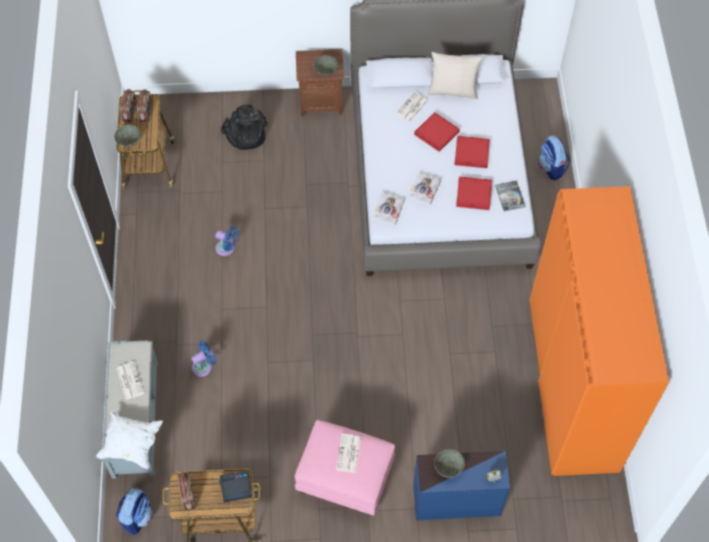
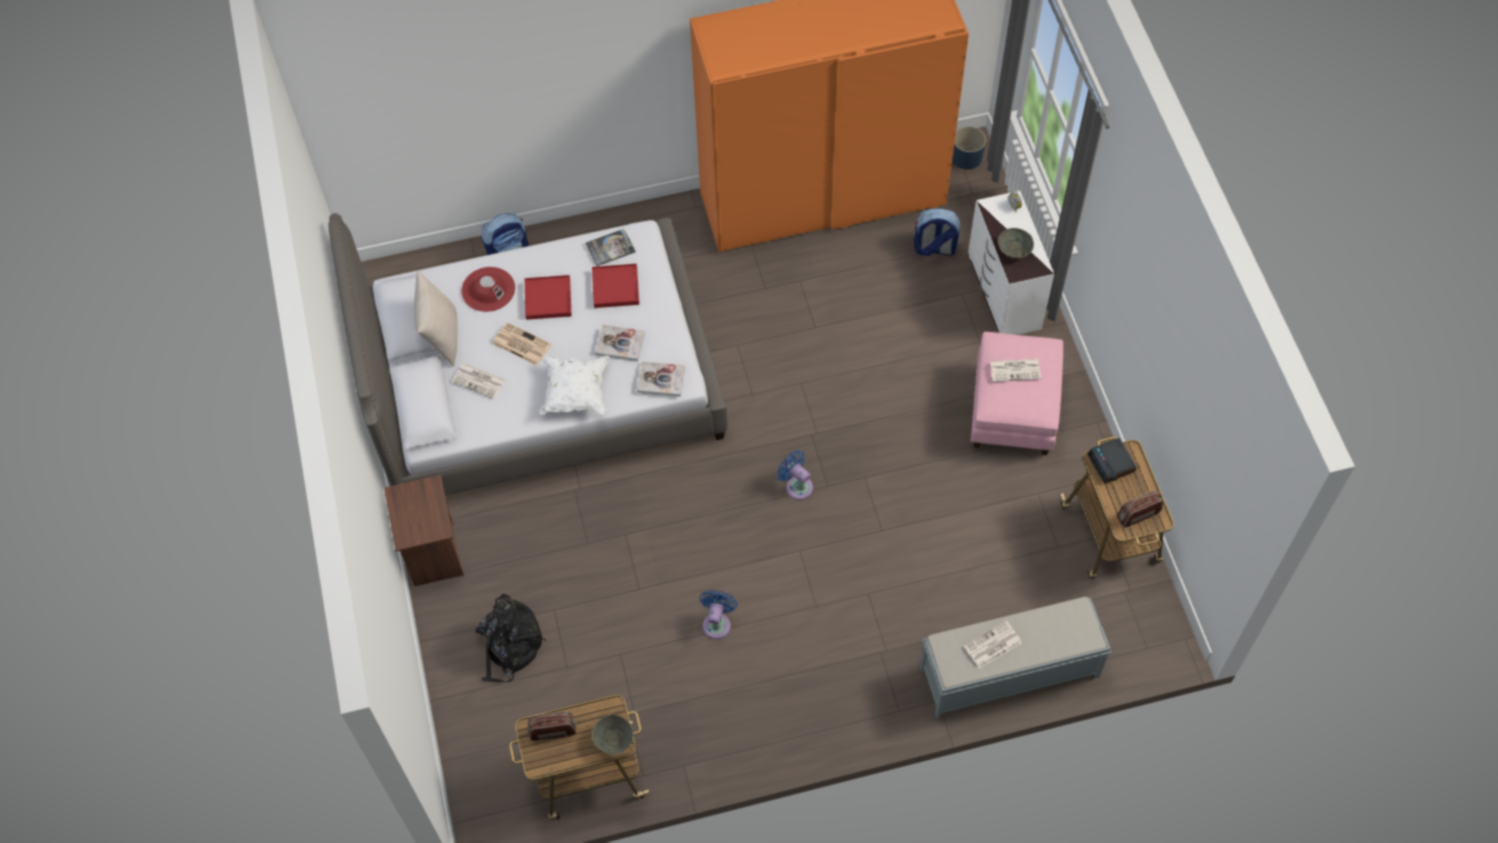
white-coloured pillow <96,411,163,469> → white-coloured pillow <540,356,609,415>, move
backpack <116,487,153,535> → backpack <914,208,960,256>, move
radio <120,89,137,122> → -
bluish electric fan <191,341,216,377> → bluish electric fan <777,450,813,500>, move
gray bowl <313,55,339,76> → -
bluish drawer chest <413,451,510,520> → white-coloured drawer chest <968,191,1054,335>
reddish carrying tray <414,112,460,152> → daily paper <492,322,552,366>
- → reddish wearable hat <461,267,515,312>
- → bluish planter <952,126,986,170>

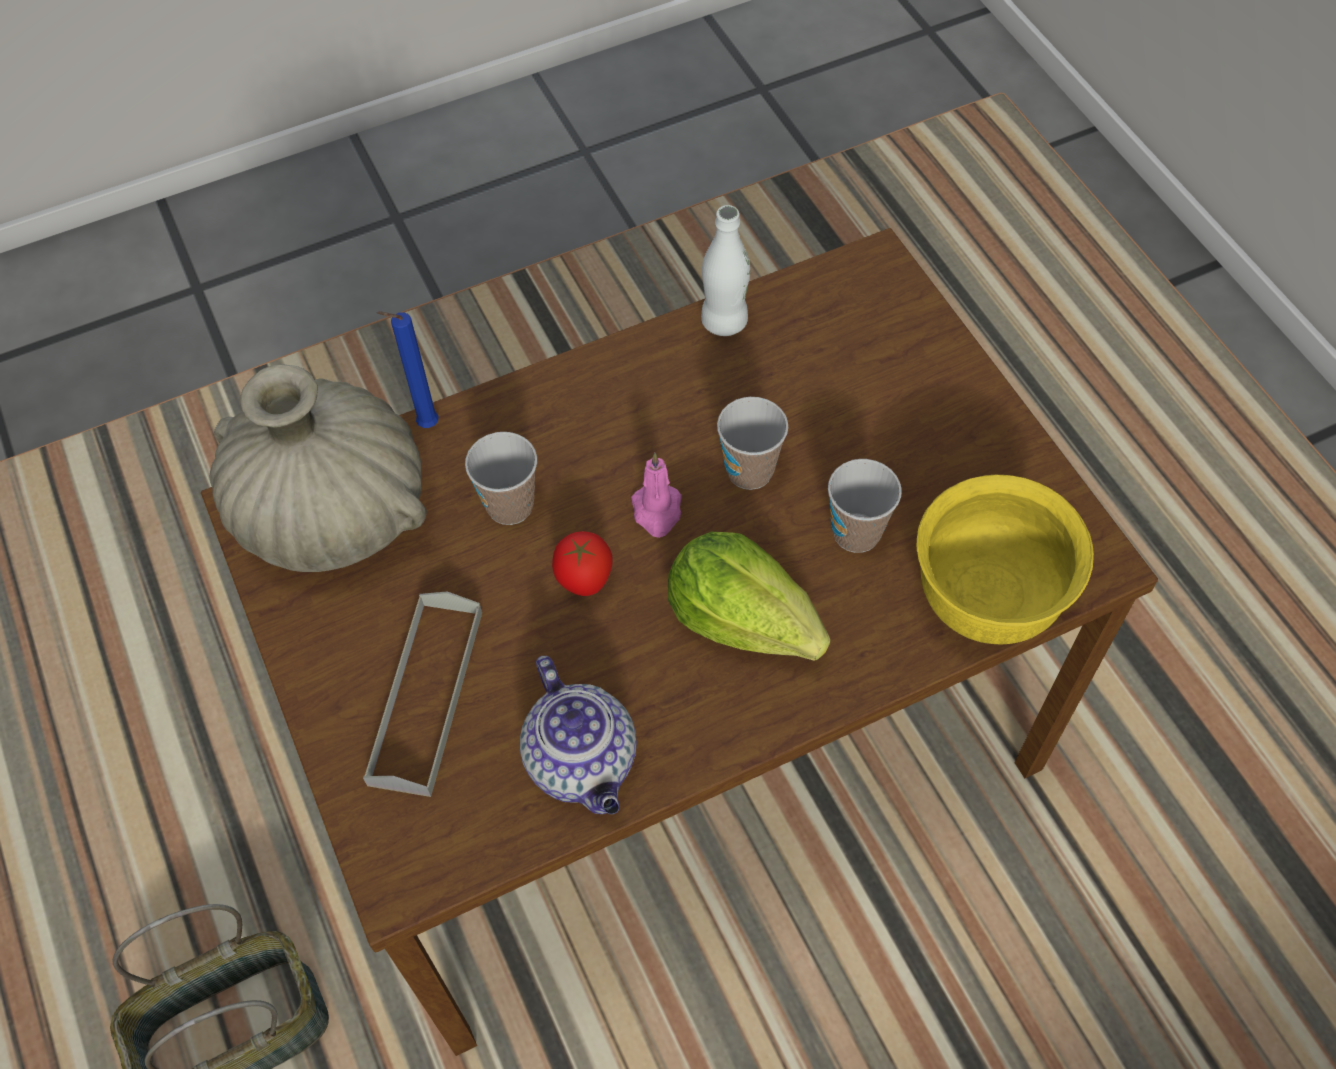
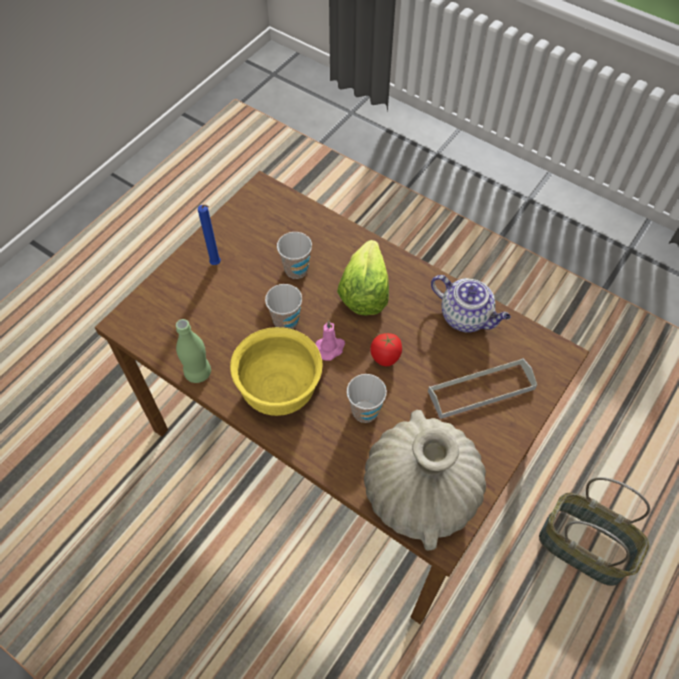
bluish wax light <377,311,439,428> → bluish wax light <198,204,221,265>, move
teapot <520,656,637,814> → teapot <431,275,511,333>, 90 degrees clockwise
white-coloured beverage bottle <701,205,750,336> → green-coloured beverage bottle <176,319,211,383>
yellowish bowl <917,475,1094,644> → yellowish bowl <230,327,323,416>, move

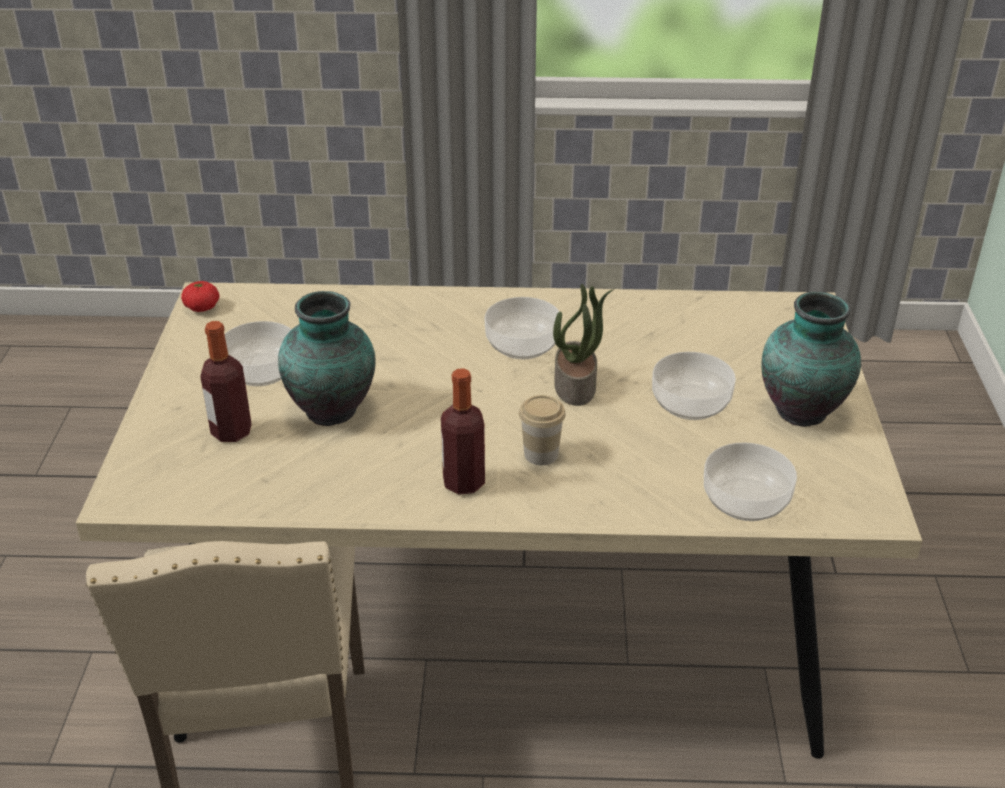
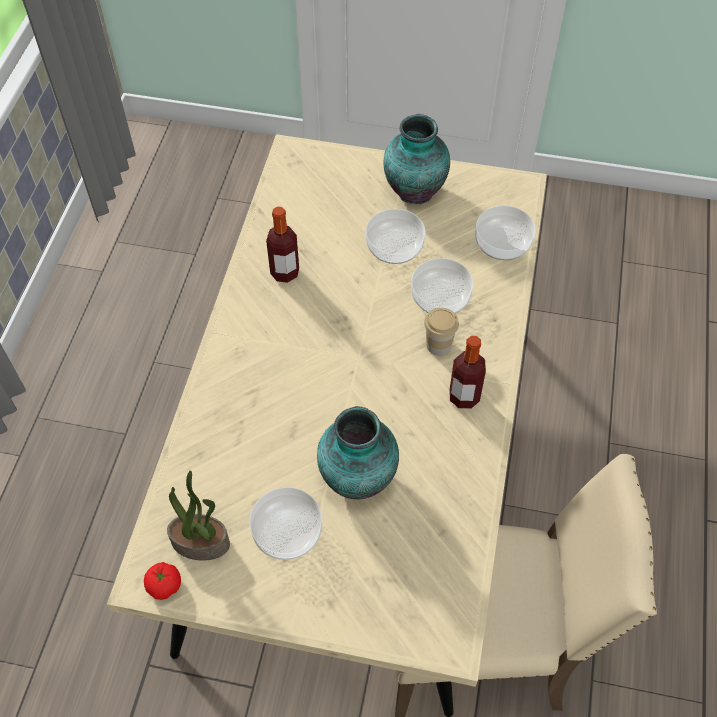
beverage bottle <200,321,252,442> → beverage bottle <266,207,299,283>, move
bowl <485,297,559,359> → bowl <411,258,473,313>, move
potted plant <553,284,614,406> → potted plant <167,470,230,561>, move

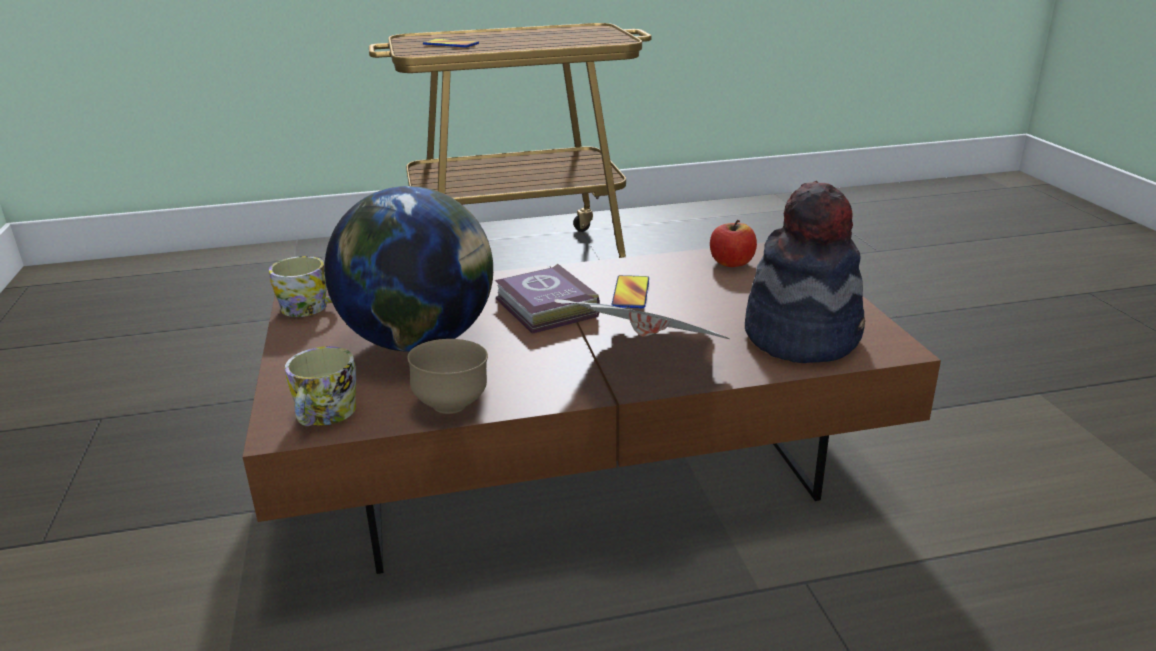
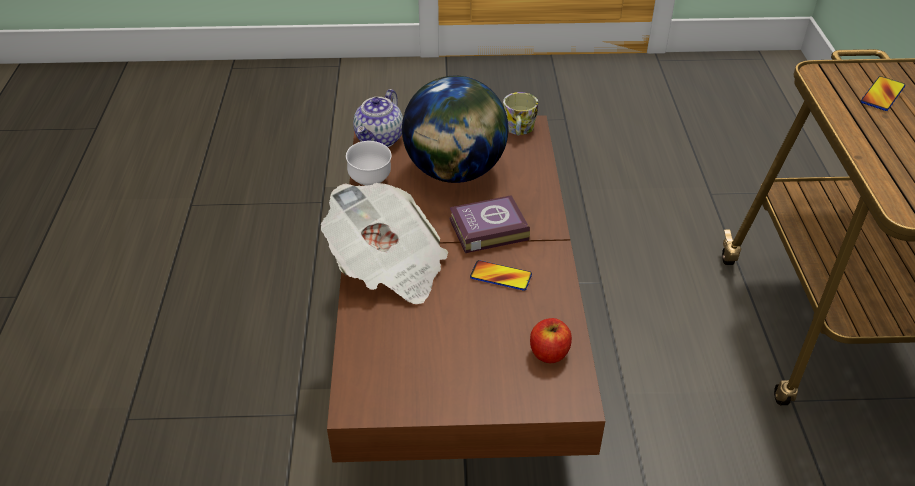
mug <285,346,356,426> → teapot <353,89,403,147>
brownish bowl <407,339,488,414> → white-coloured bowl <346,141,392,186>
wearable hat <745,181,865,363> → -

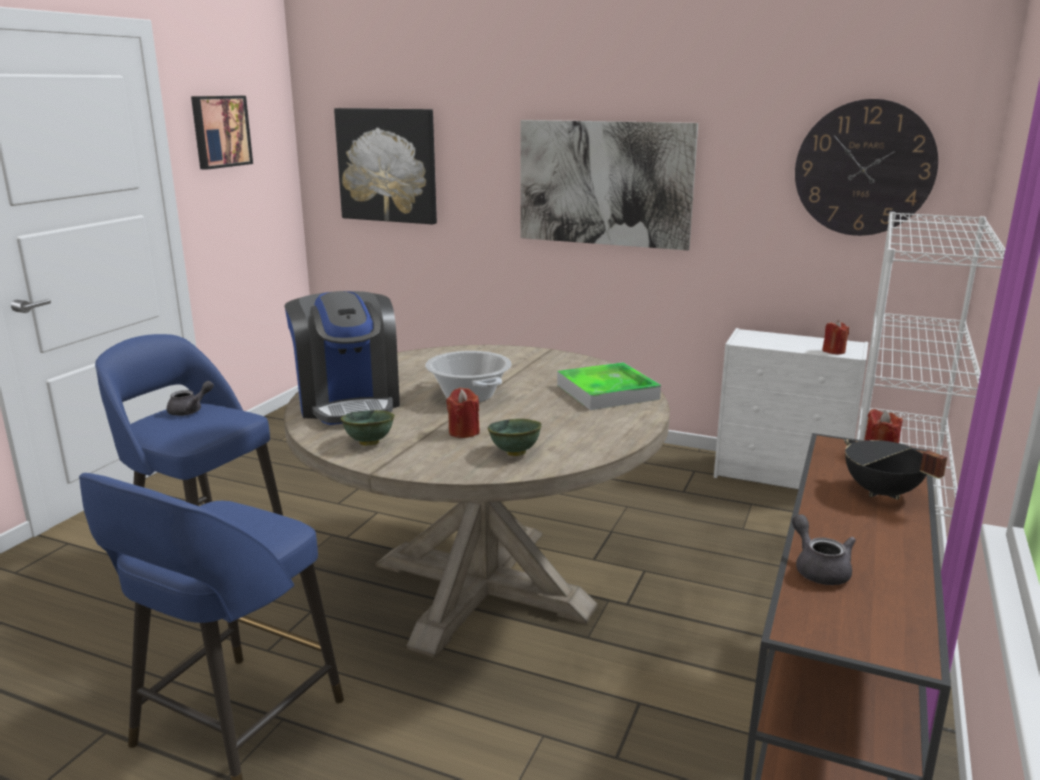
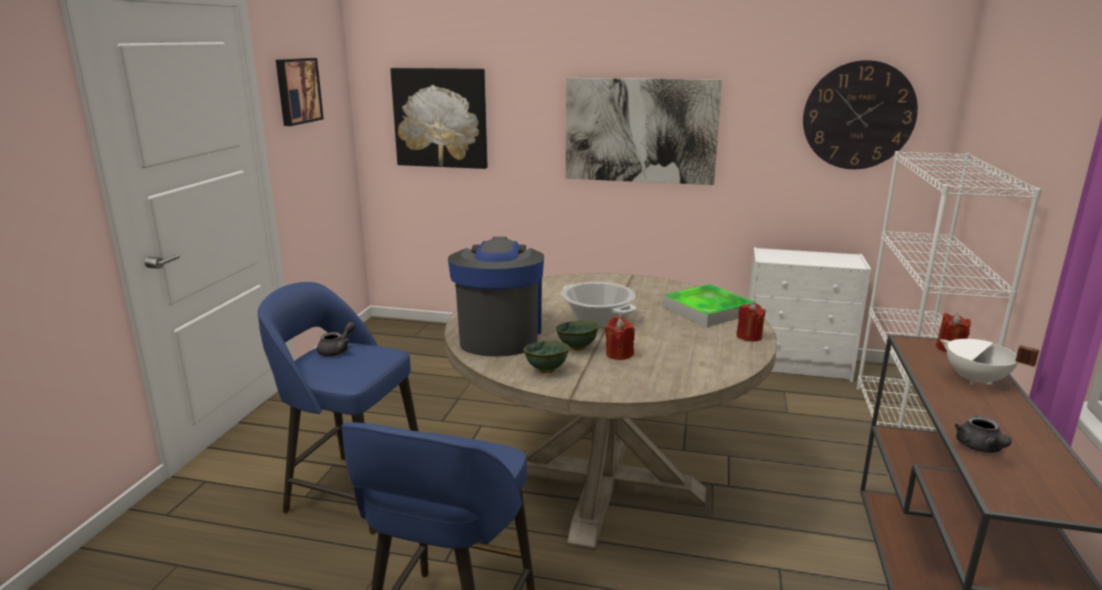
coffee brewer <284,291,400,425> → coffee brewer <448,236,544,357>, 150 degrees counterclockwise
green-coloured bowl <488,419,541,456> → green-coloured bowl <556,321,599,351>, move
gray teapot <792,514,856,585> → gray teapot <954,416,1012,453>, 150 degrees counterclockwise
reddish wax light <822,320,849,354> → reddish wax light <736,302,766,341>, move
black-coloured stockpot <844,439,947,500> → white-coloured stockpot <940,339,1039,385>

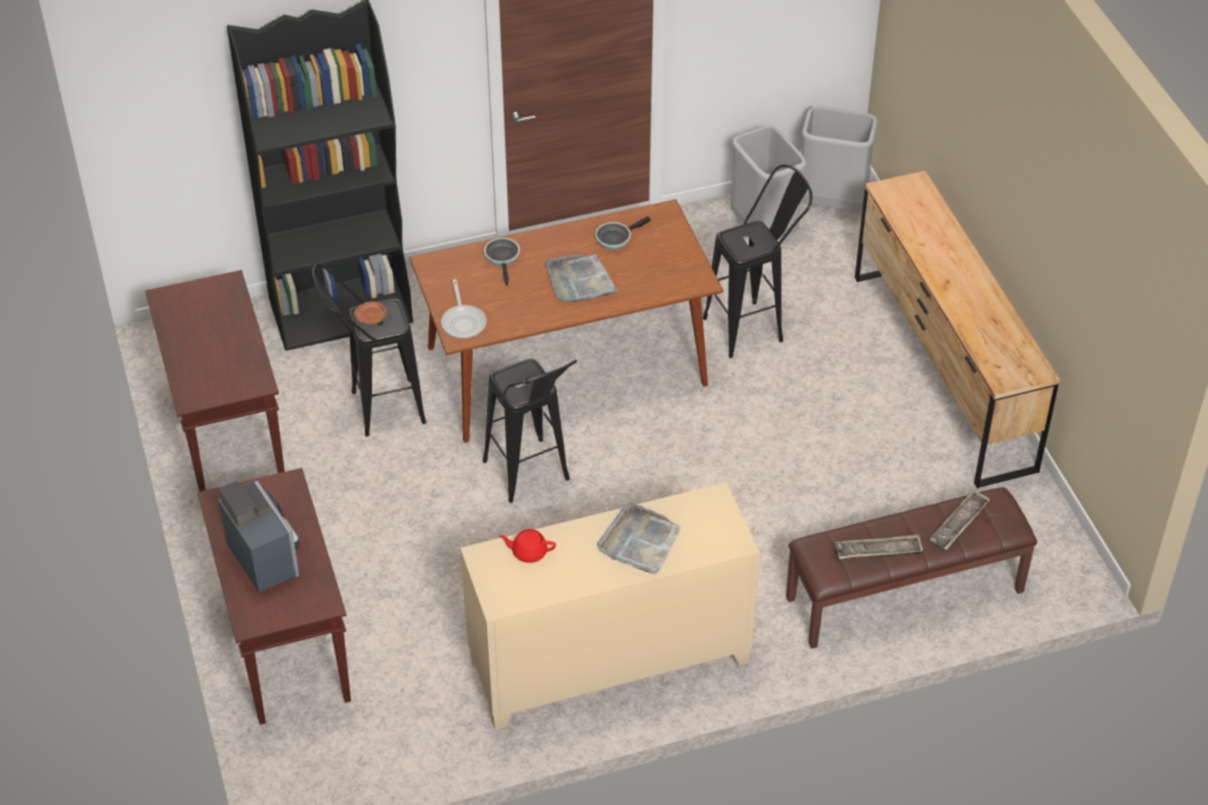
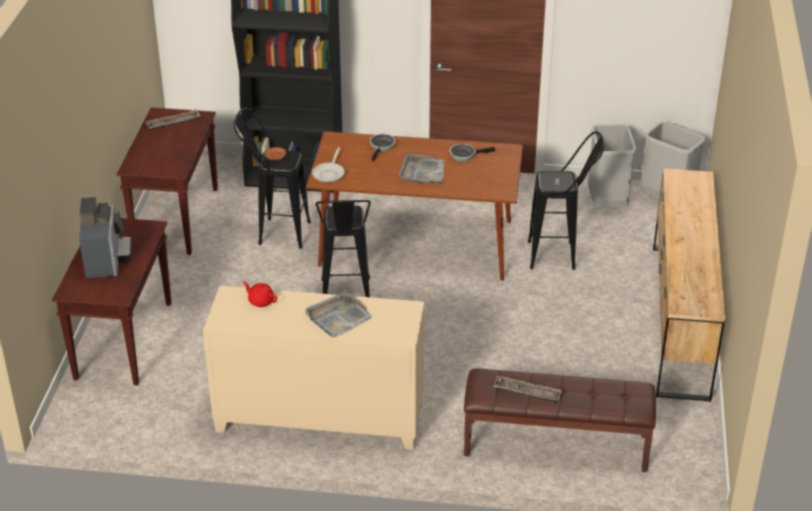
carrying tray <929,489,990,550> → carrying tray <146,109,201,130>, move

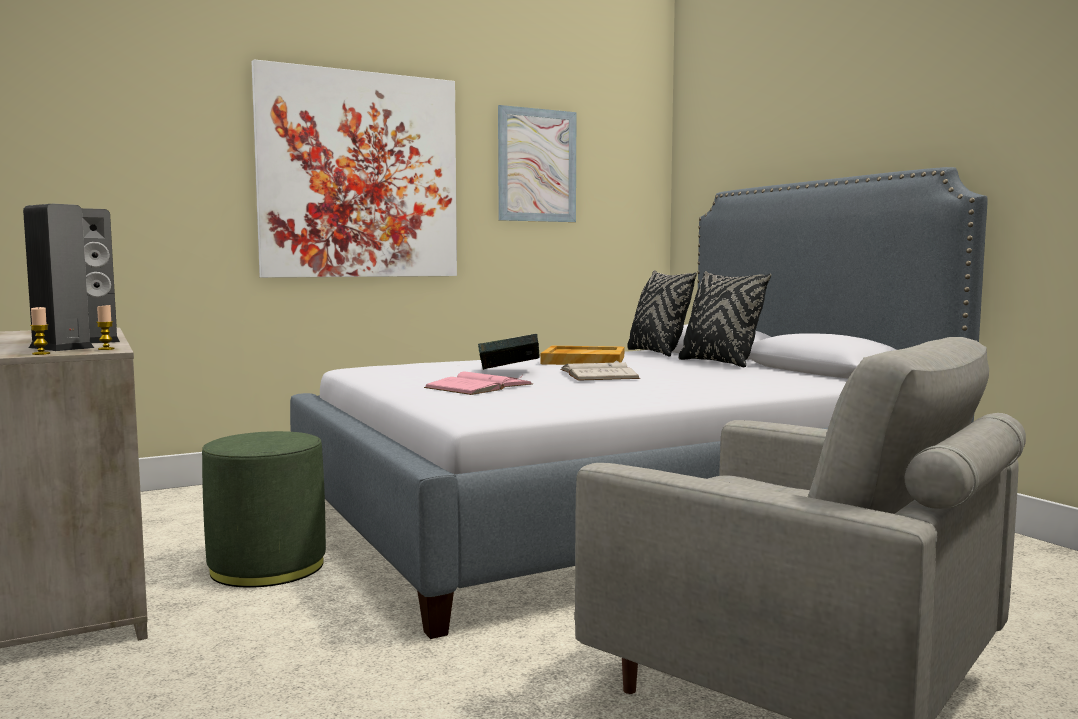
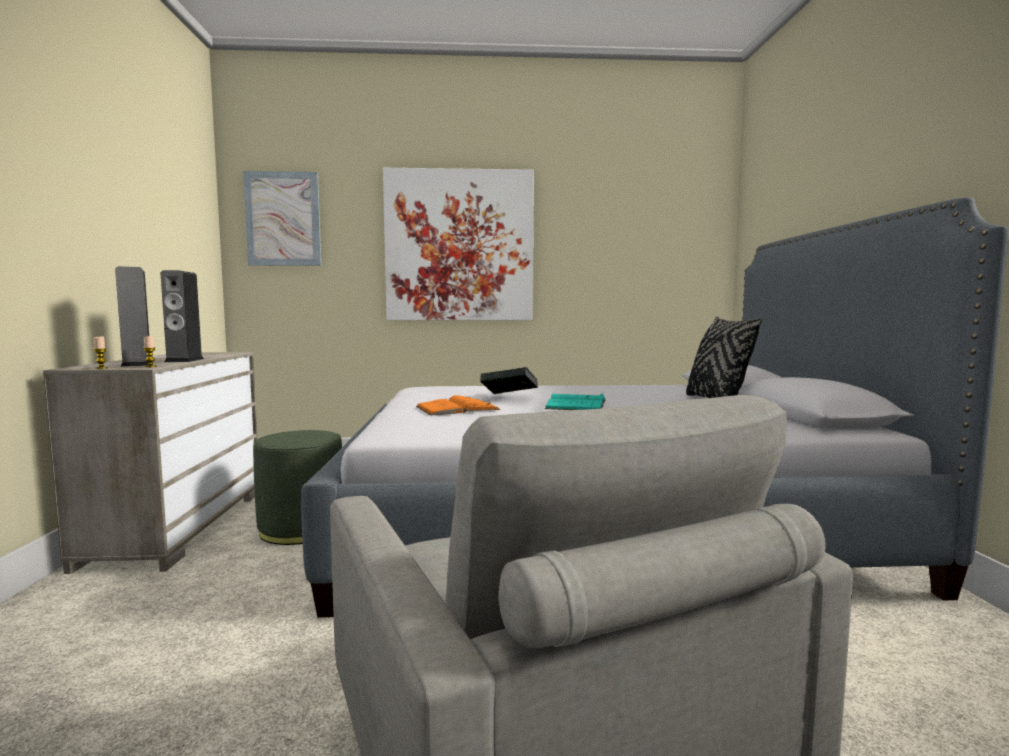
pink book <424,371,532,395> → orange book <416,395,501,416>
wall picture <498,105,576,222> → wall picture <243,171,321,266>, move
sand-coloured carrying tray <540,346,624,365> → -
white-coloured book <560,360,640,381> → turquoise book <544,393,606,410>
black-coloured pillow <627,270,697,357> → -

